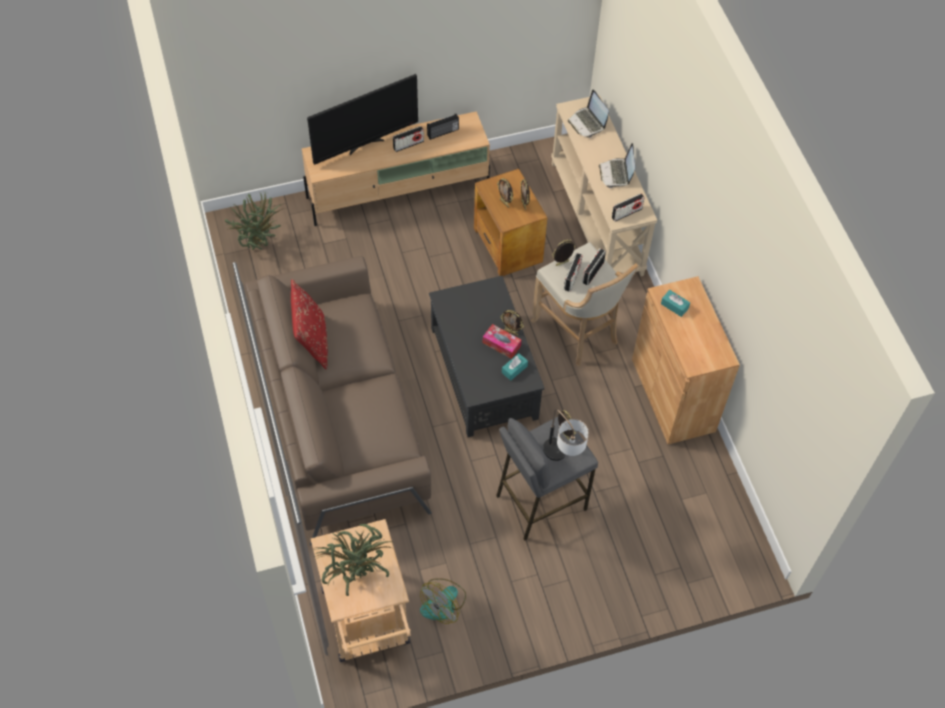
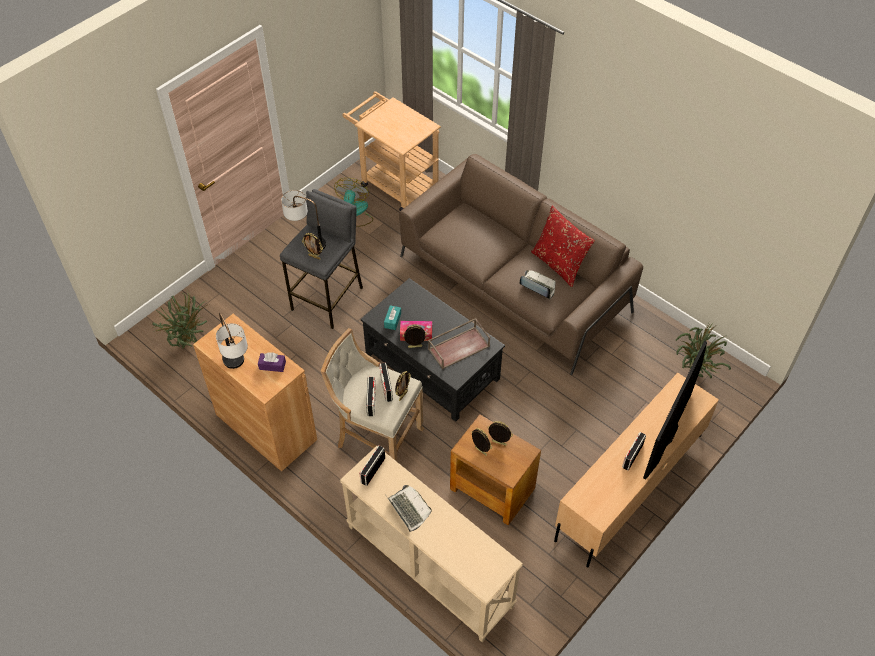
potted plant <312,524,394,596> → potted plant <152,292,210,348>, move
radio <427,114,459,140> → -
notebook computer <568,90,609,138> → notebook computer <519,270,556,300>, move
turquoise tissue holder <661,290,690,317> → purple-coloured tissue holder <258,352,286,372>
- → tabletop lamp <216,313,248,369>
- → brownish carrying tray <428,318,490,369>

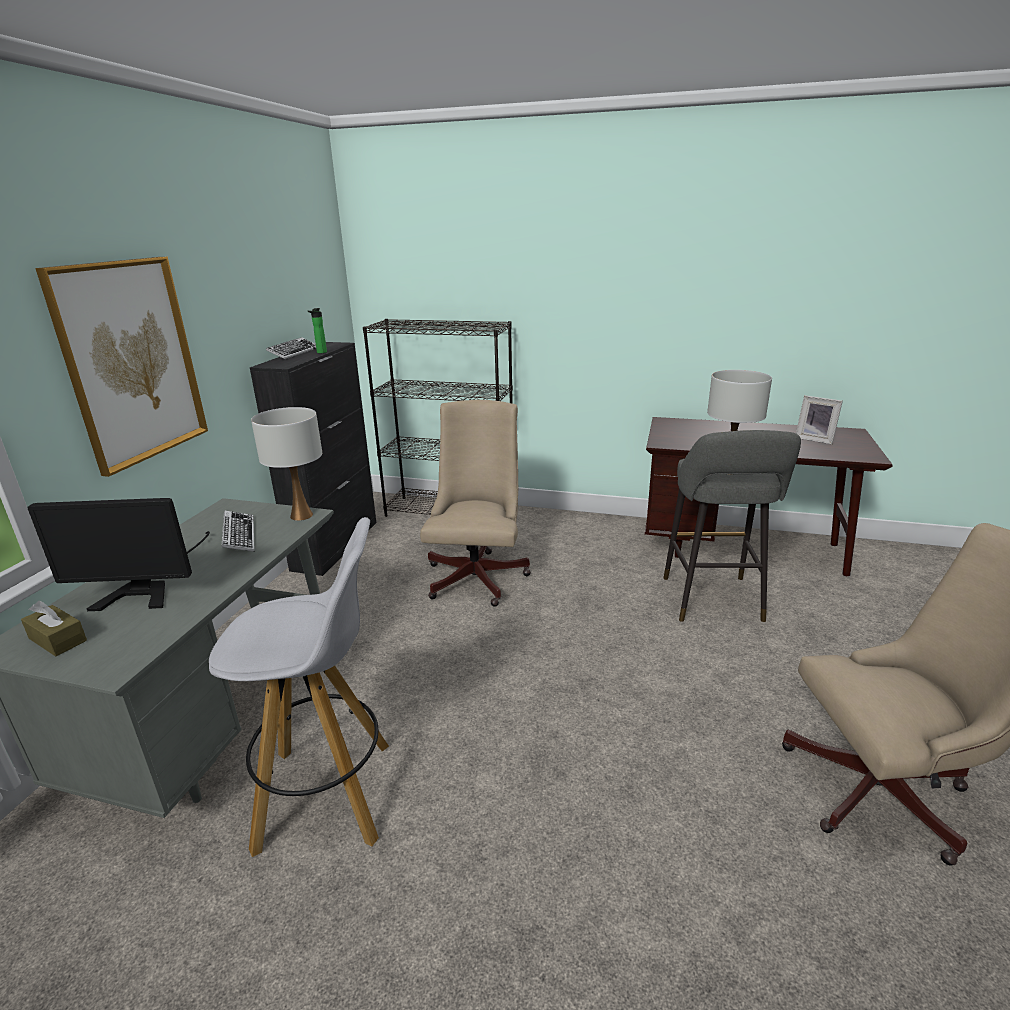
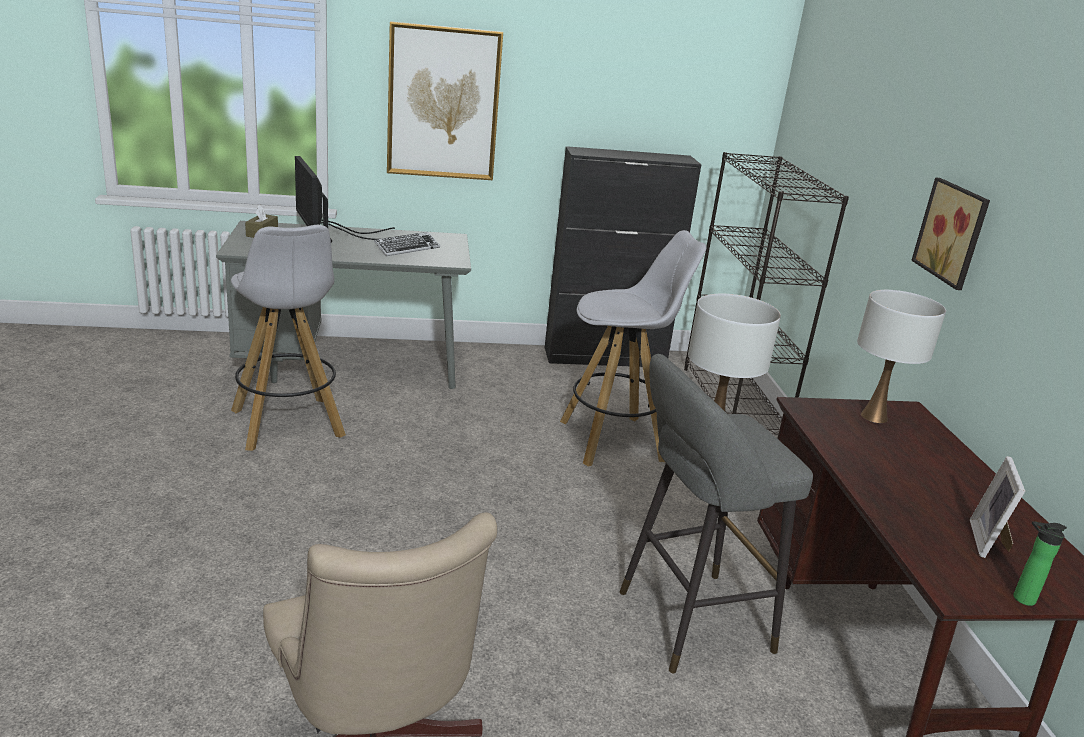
white-coloured tabletop lamp <251,407,322,521> → white-coloured tabletop lamp <857,290,946,423>, move
computer keyboard <266,337,316,359> → -
beverage bottle <308,308,327,353> → beverage bottle <1013,521,1067,606>, move
sand-coloured office chair <420,400,531,607> → white-coloured sitting stool <560,230,706,467>
- → wall picture <911,177,990,290>

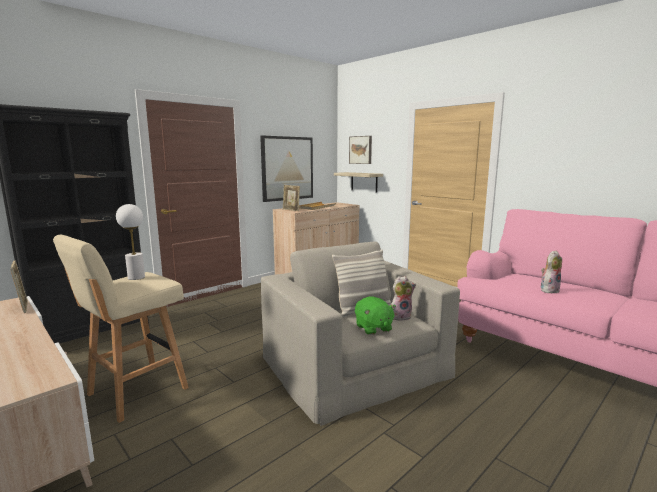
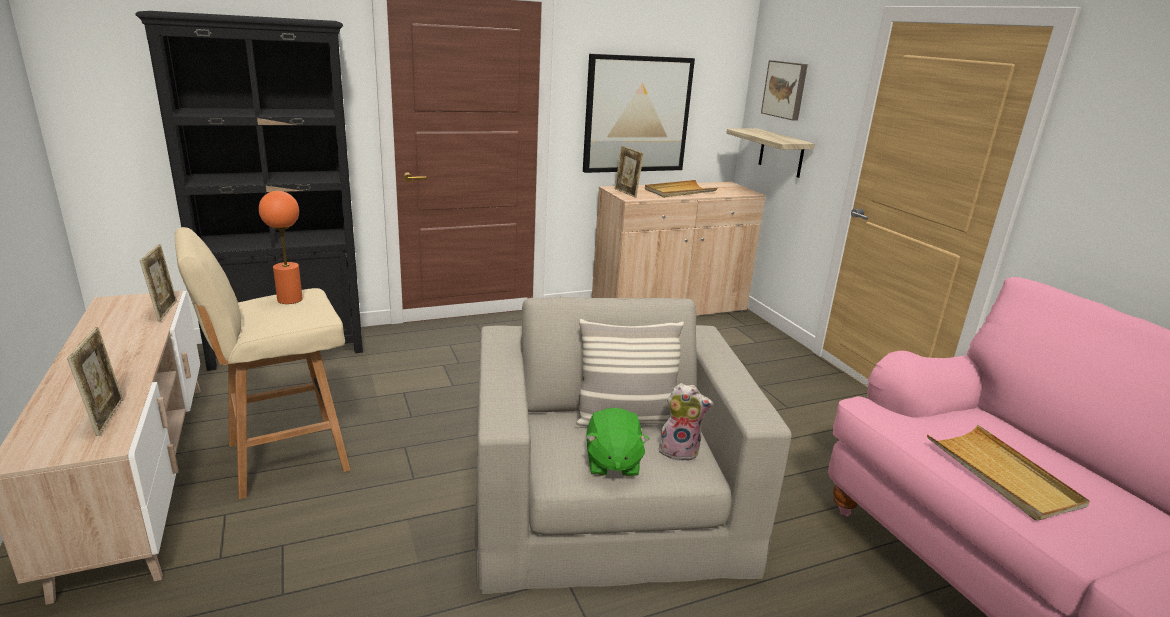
white-coloured tabletop lamp <116,204,145,280> → orange tabletop lamp <259,191,303,304>
soft toy <541,250,562,294> → sand-coloured carrying tray <927,425,1090,521>
- → standing frame <67,327,123,436>

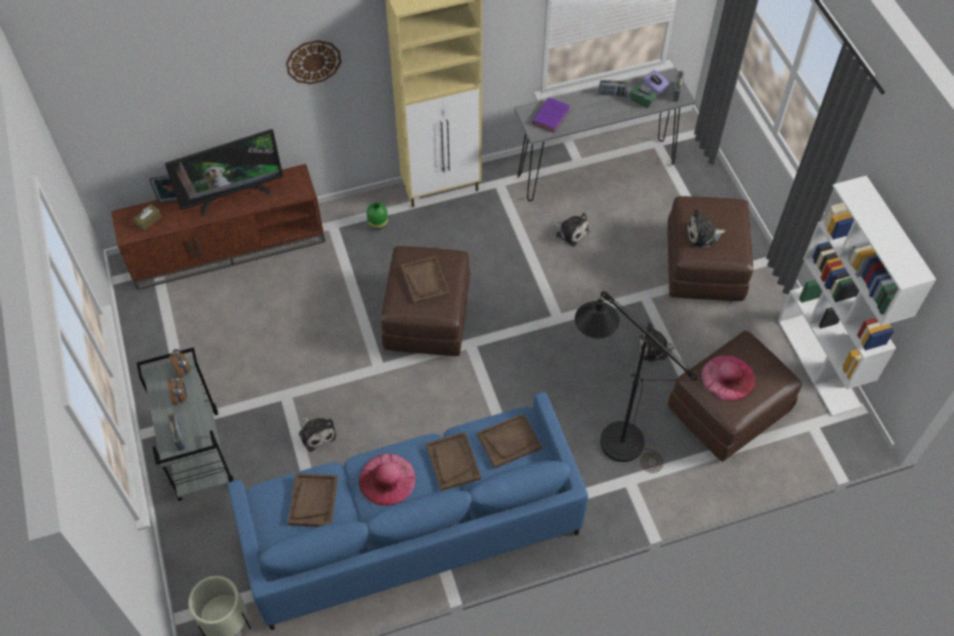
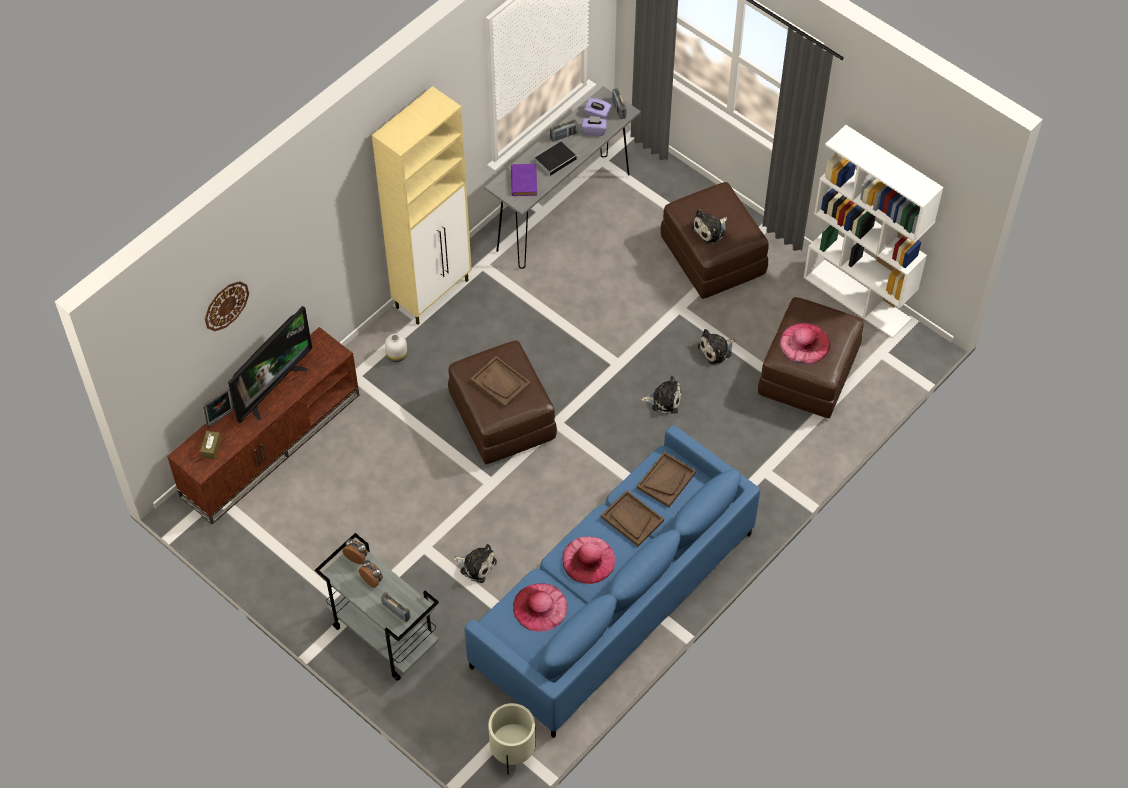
wall clock <286,40,341,84> → wall clock <205,281,249,331>, move
brownish carrying tray <288,473,338,527> → pink wearable hat <513,583,567,632>
green-coloured decorative vase <367,202,388,230> → white-coloured decorative vase <385,334,407,362>
soft toy <551,213,589,247> → soft toy <640,376,682,414>, move
black-coloured standing lamp <575,291,698,473> → -
green-coloured tissue holder <630,84,657,108> → purple-coloured tissue holder <582,116,607,136>
- → book <535,141,579,176>

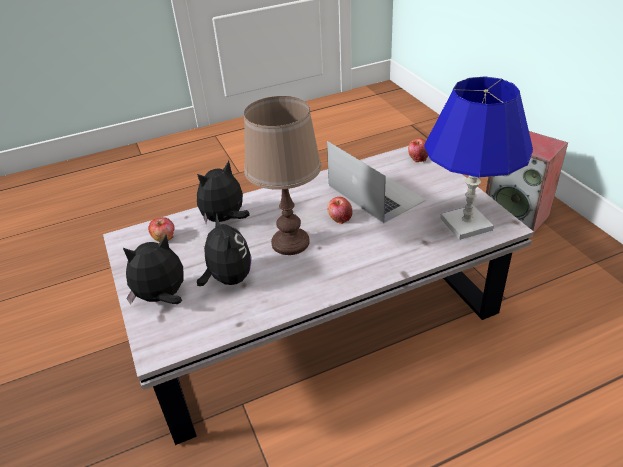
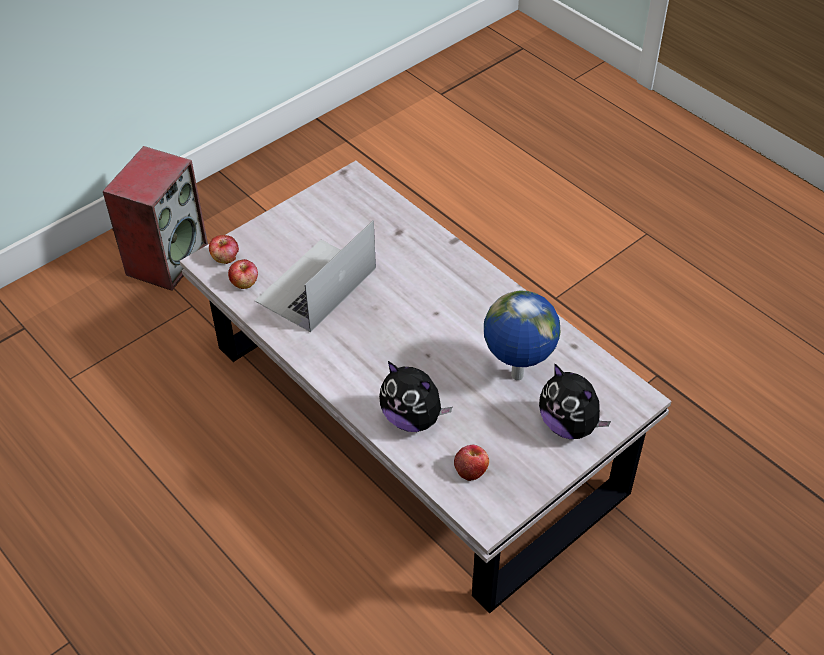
soft toy <197,214,252,286> → desk globe <484,291,560,380>
brownish tabletop lamp <244,96,321,255> → -
apple <327,197,352,224> → apple <228,259,258,289>, move
bluish tabletop lamp <424,76,533,240> → -

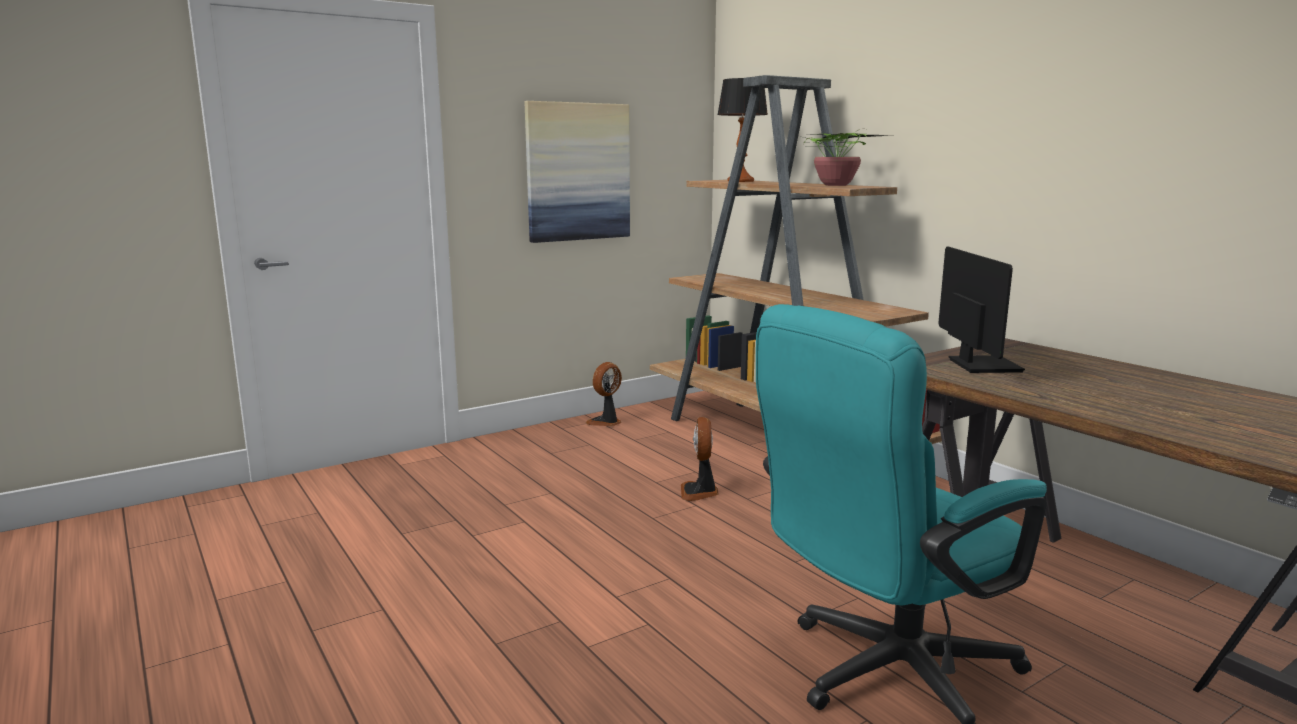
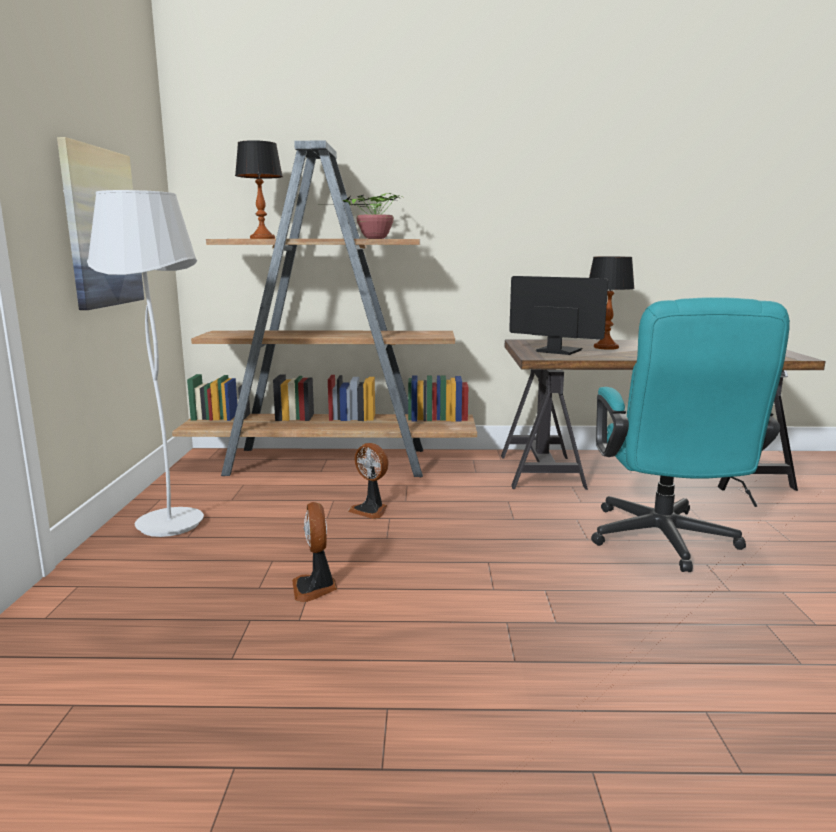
electric fan <586,362,622,426> → electric fan <292,502,338,602>, move
- → white-coloured standing lamp <87,190,204,537>
- → tabletop lamp <589,256,635,350>

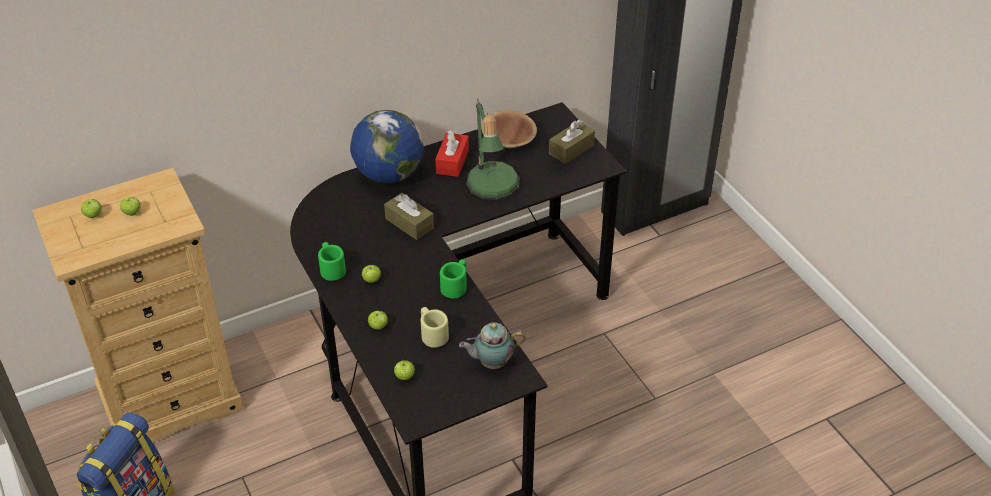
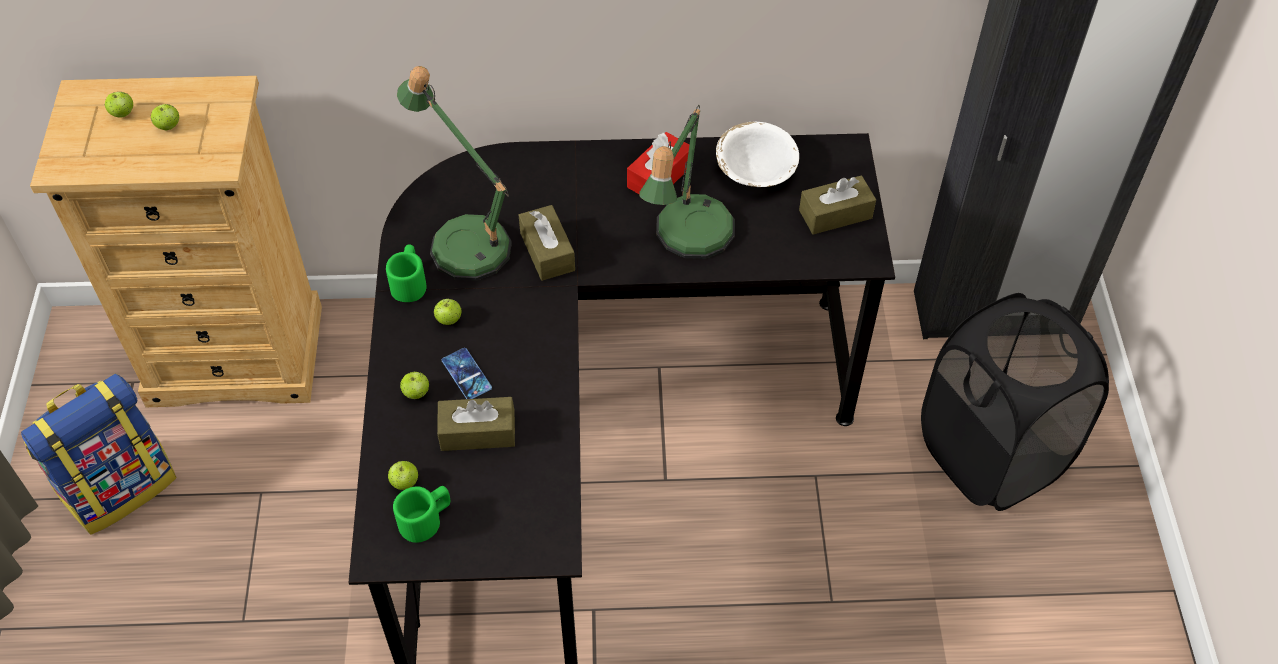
desk globe <350,110,424,183> → -
sand-coloured mug <421,307,449,348> → brownish tissue holder <437,397,515,451>
green-coloured mug <440,259,467,298> → green-coloured mug <393,486,450,543>, move
teapot <459,322,526,369> → -
brownish bowl <481,110,537,148> → white-coloured bowl <716,122,799,187>
- → tabletop lamp <397,66,512,281>
- → telephone <442,348,492,399>
- → black-coloured hamper <921,293,1109,511>

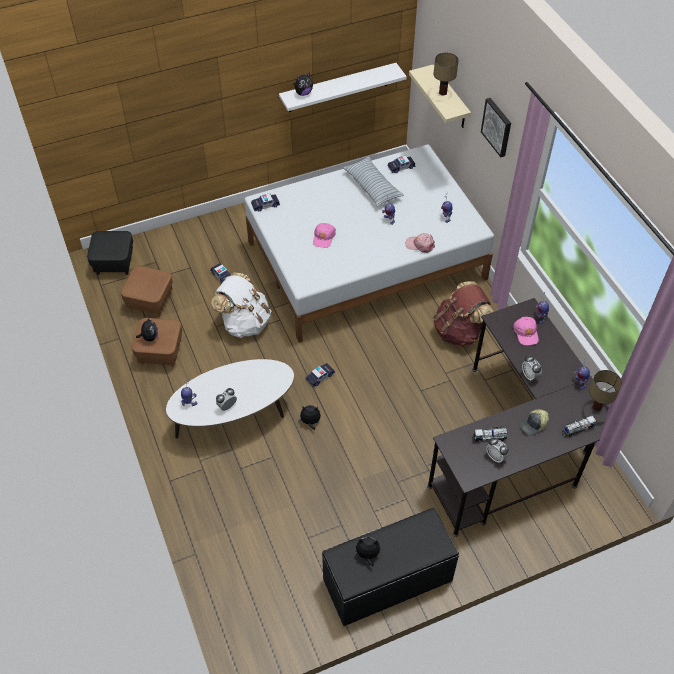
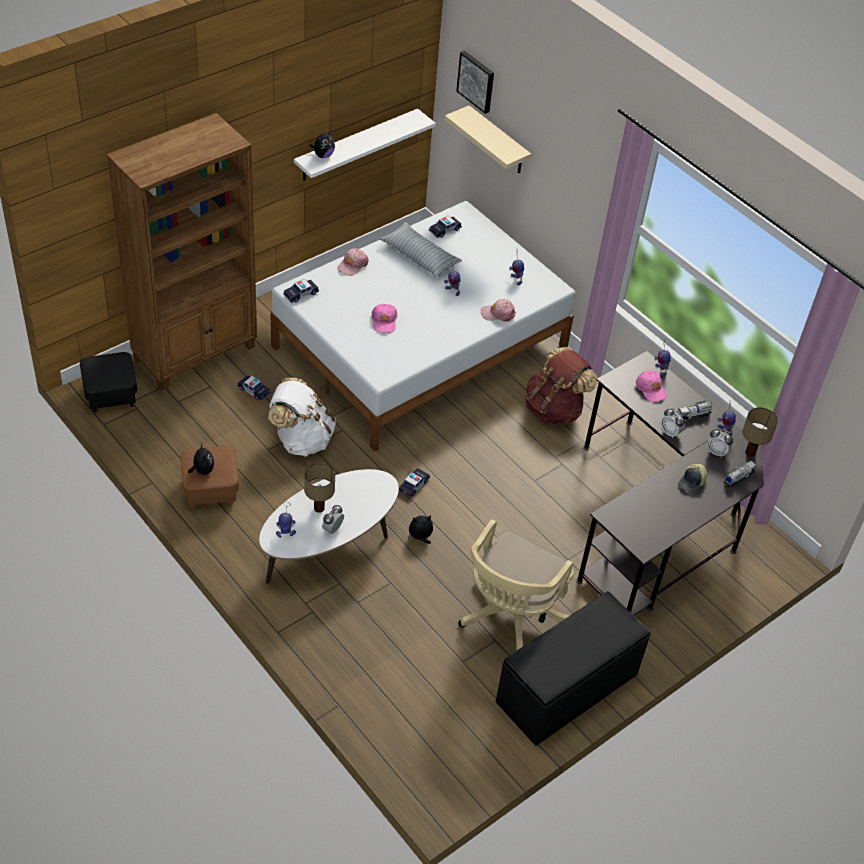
brownish footrest <121,266,173,317> → -
soft toy <353,536,380,566> → -
tabletop lamp <434,53,459,95> → tabletop lamp <304,463,335,513>, move
model truck <474,427,508,442> → model truck <677,401,712,421>, move
wall picture <481,98,511,157> → wall picture <456,51,494,114>, move
bedside clock <486,438,509,463> → bedside clock <707,429,733,458>, move
- → brownish shelving unit <107,113,257,390>
- → pink peaked cap <337,248,369,276>
- → sand-coloured office chair <458,520,574,650>

